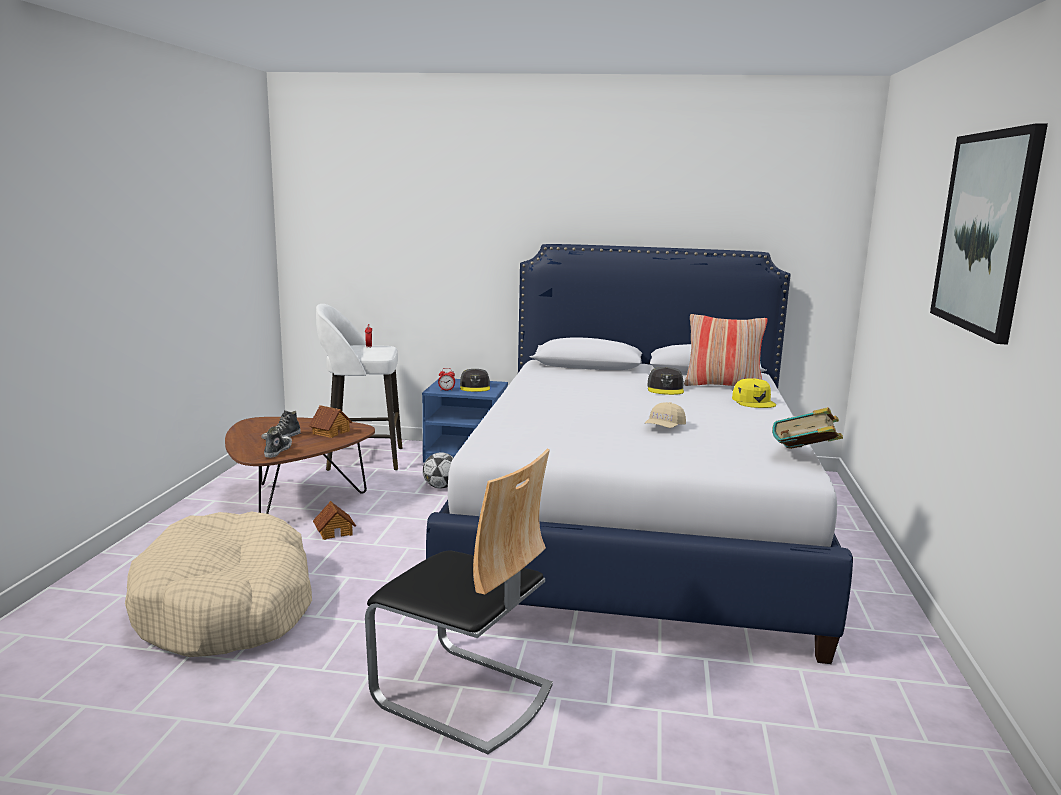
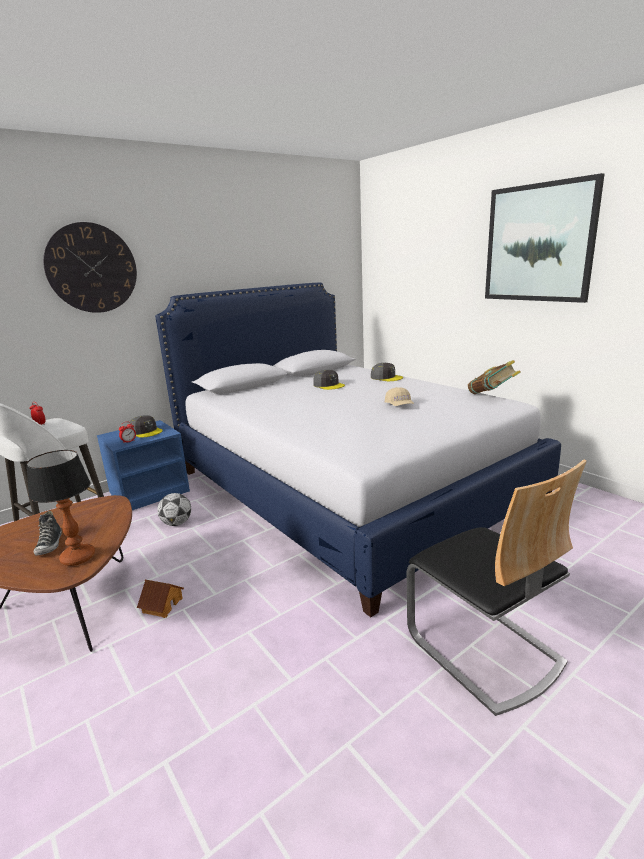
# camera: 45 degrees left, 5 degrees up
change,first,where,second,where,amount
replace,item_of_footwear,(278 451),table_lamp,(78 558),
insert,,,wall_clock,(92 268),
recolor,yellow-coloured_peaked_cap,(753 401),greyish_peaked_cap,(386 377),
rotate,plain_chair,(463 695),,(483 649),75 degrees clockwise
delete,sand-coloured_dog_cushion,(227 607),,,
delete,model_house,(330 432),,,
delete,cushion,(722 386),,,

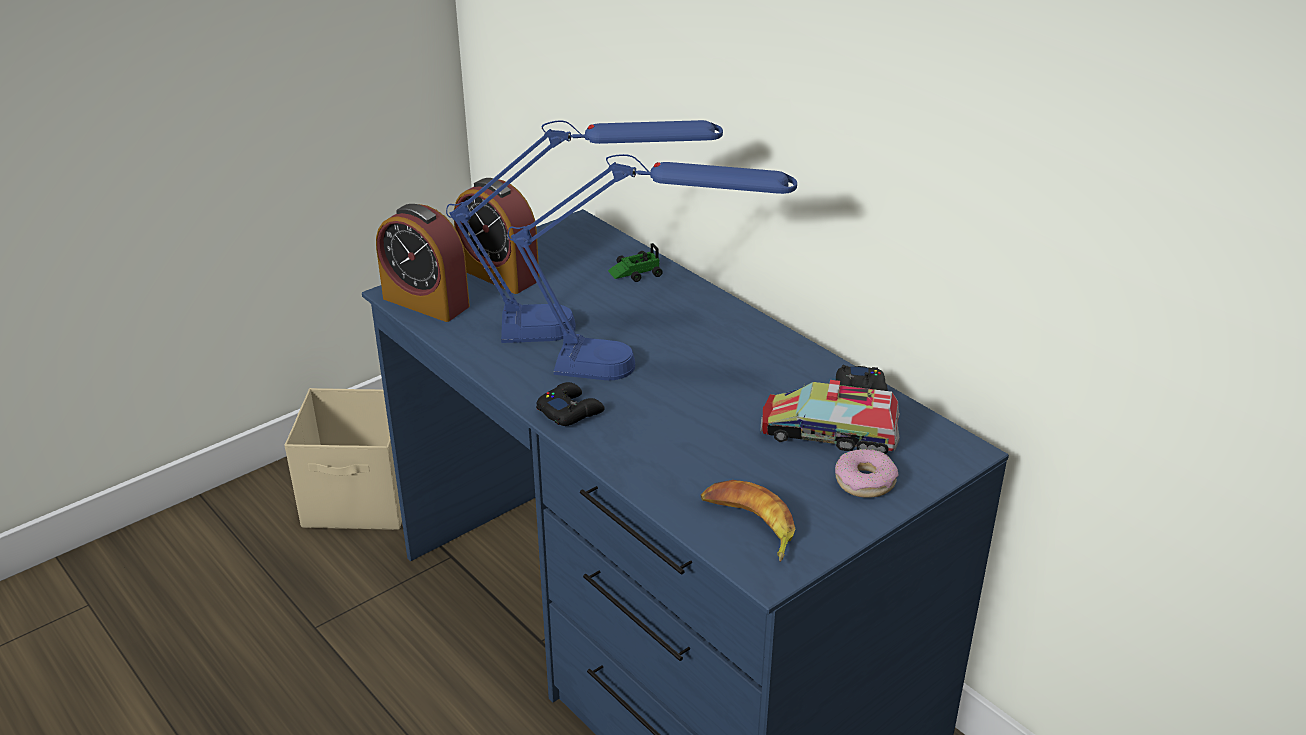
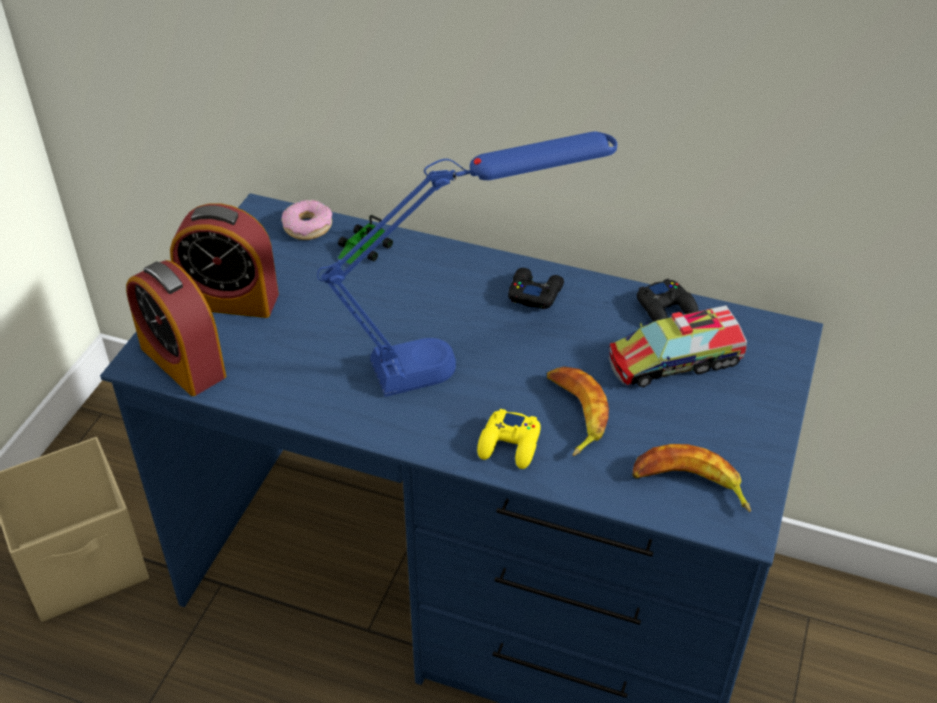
# camera: 30 degrees left, 10 degrees up
change,first,where,second,where,amount
rotate,alarm_clock,(426 302),,(183 361),45 degrees clockwise
move,doughnut,(865 481),,(308 227),
insert,,,yellow-coloured_game_controller,(510 445),
move,black_game_controller,(570 411),,(534 293),
insert,,,whole_banana,(574 414),
delete,blue_table_lamp,(588 326),,,

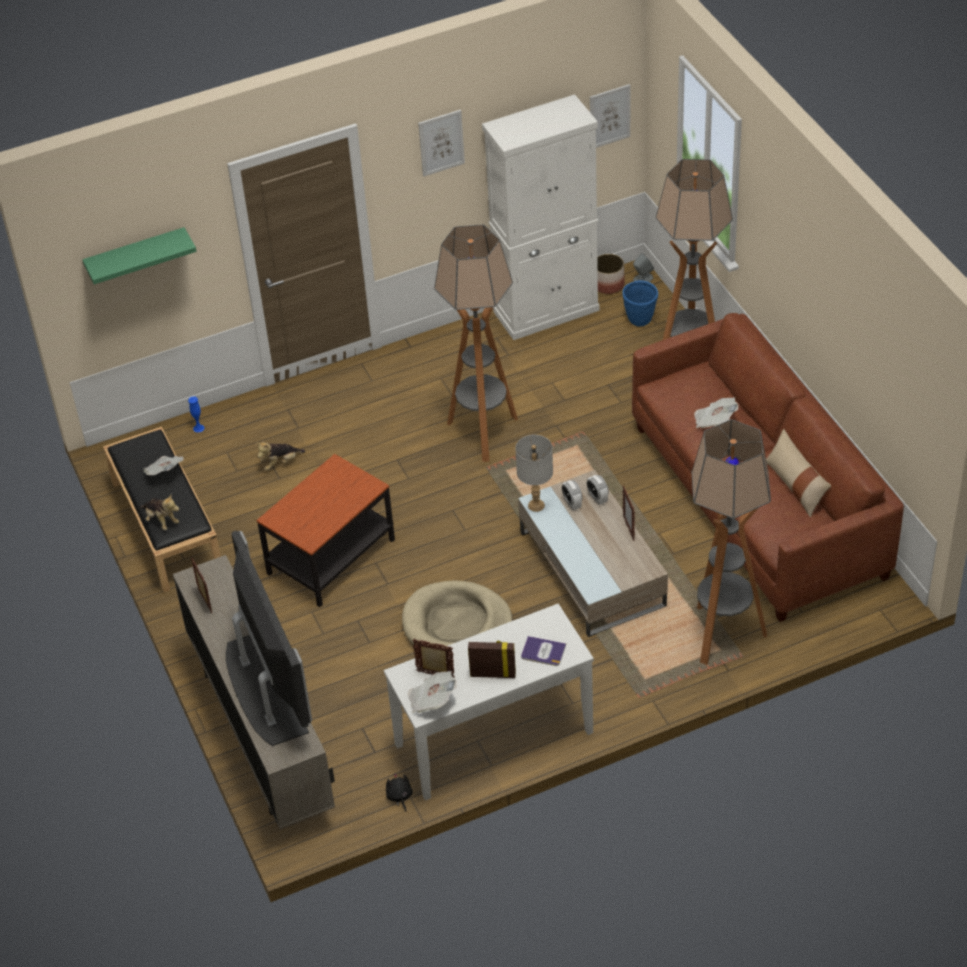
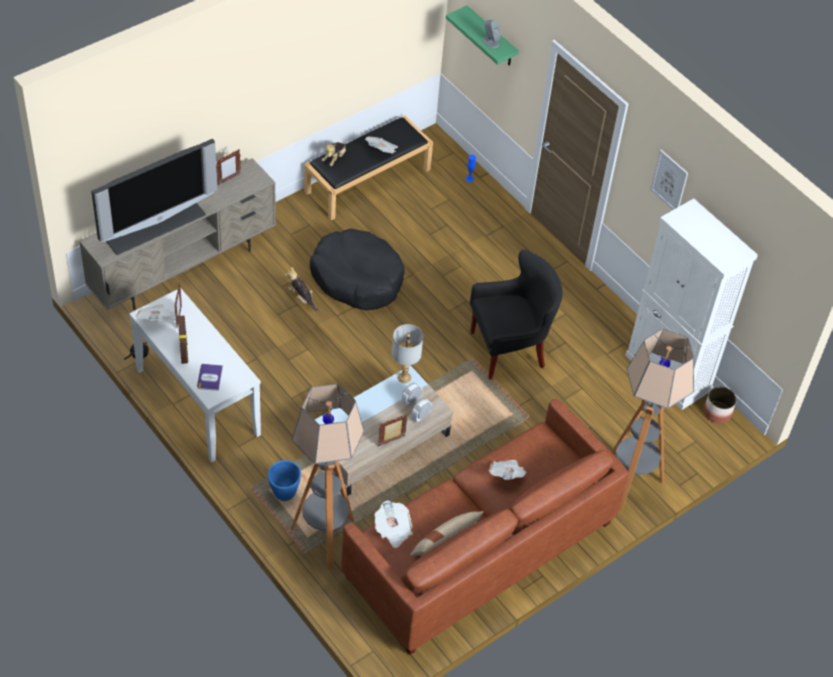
# camera: 70 degrees right, 5 degrees up
change,first,where,second,where,amount
move,blue_planter,(640 320),,(284 493),
move,cuddly_toy,(280 463),,(301 298),
replace,end_table,(331 556),black_dog_cushion,(357 278),
insert,,,newspaper,(393 530),
replace,standing_lamp,(483 434),black_lounge_chair,(509 350),
move,greyish_speaker,(643 279),,(490 42),
delete,sand-coloured_dog_cushion,(457 624),,,
delete,wall_art,(609 116),,,

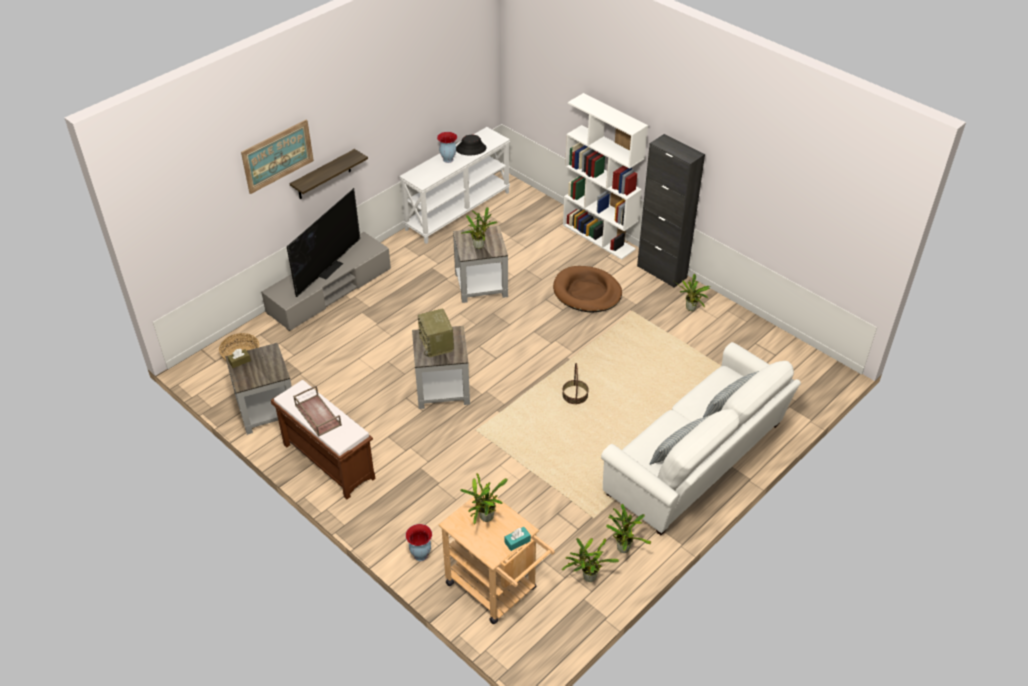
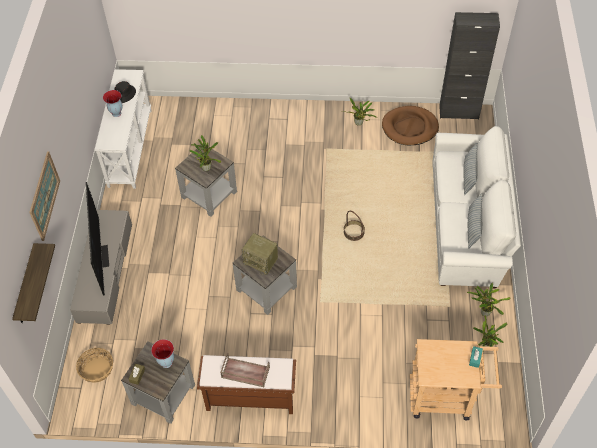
# camera: 40 degrees left, 10 degrees up
change,first,where,second,where,amount
move,bracket_shelf,(324 175),,(26 286),
move,decorative_vase,(420 555),,(166 363),
move,brown_dog_cushion,(587 292),,(410 127),
move,black_storage_cabinet,(661 272),,(459 112),
delete,plant_in_a_pot,(485 518),,,
delete,white_bookcase,(599 237),,,

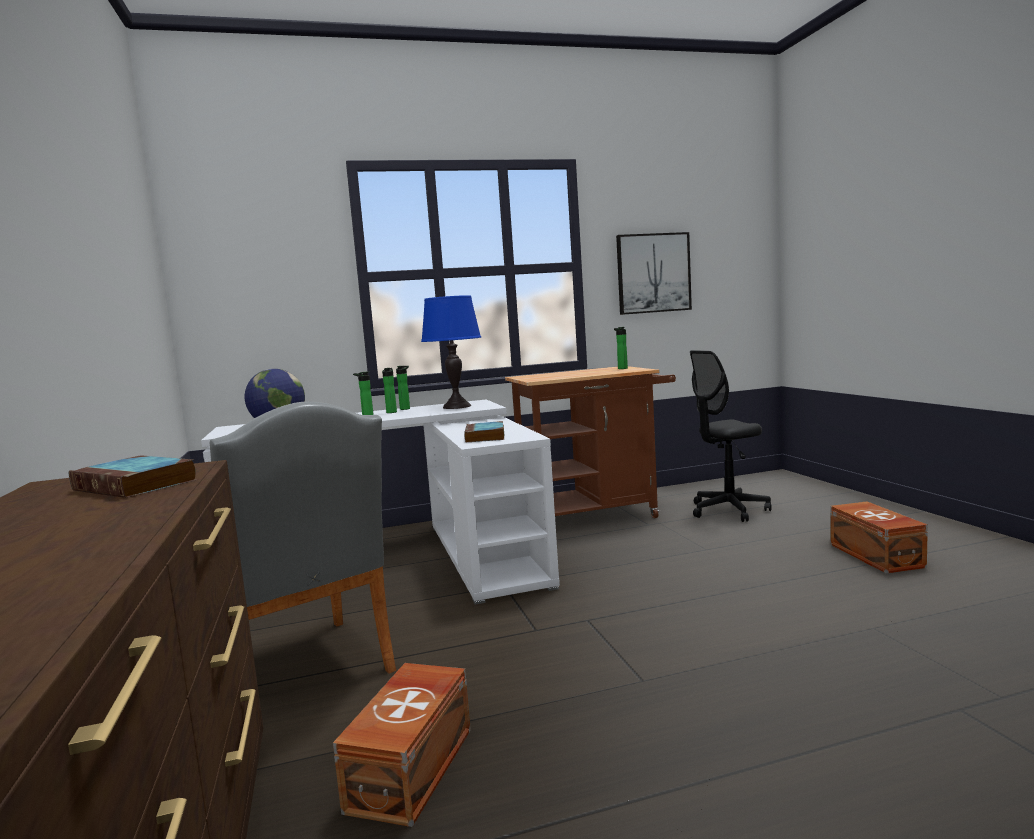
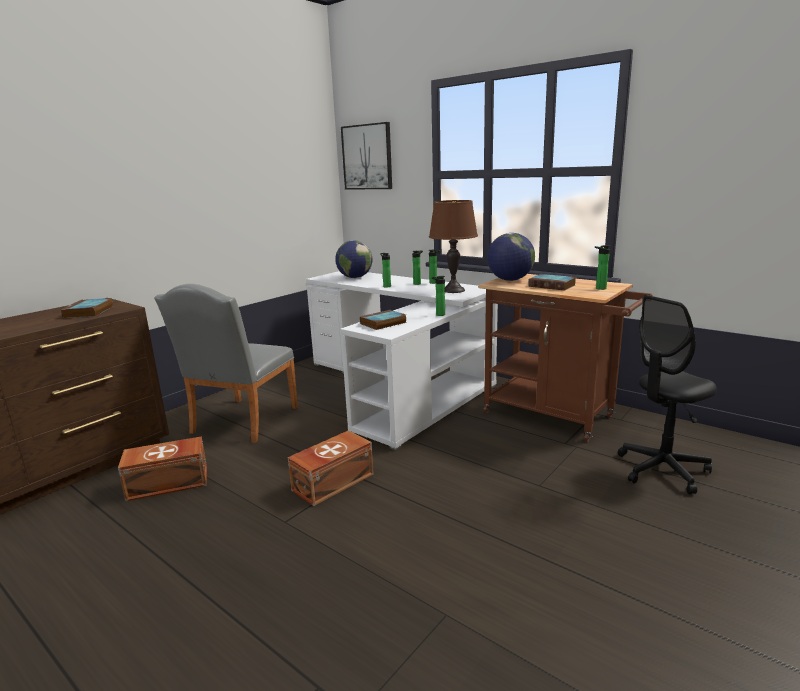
# camera: 55 degrees right, 10 degrees up
change,first,where,second,where,amount
move,brown_storage_box,(875 556),,(331 482),
move,wall_art,(653 273),,(367 157),
recolor,blue_table_lamp,(456 406),brown_table_lamp,(453 290),
insert,,,bottle,(439 315),
insert,,,globe,(510 280),
insert,,,bound_book,(553 286),
rotate,black_desk_chair,(728 510),,(662 470),60 degrees counterclockwise

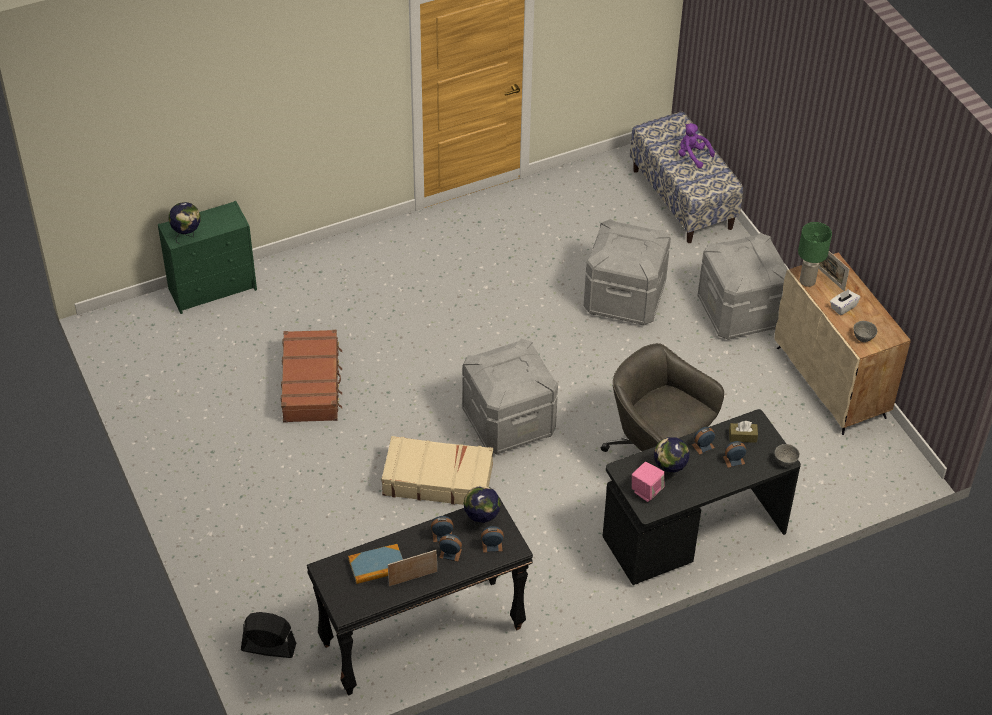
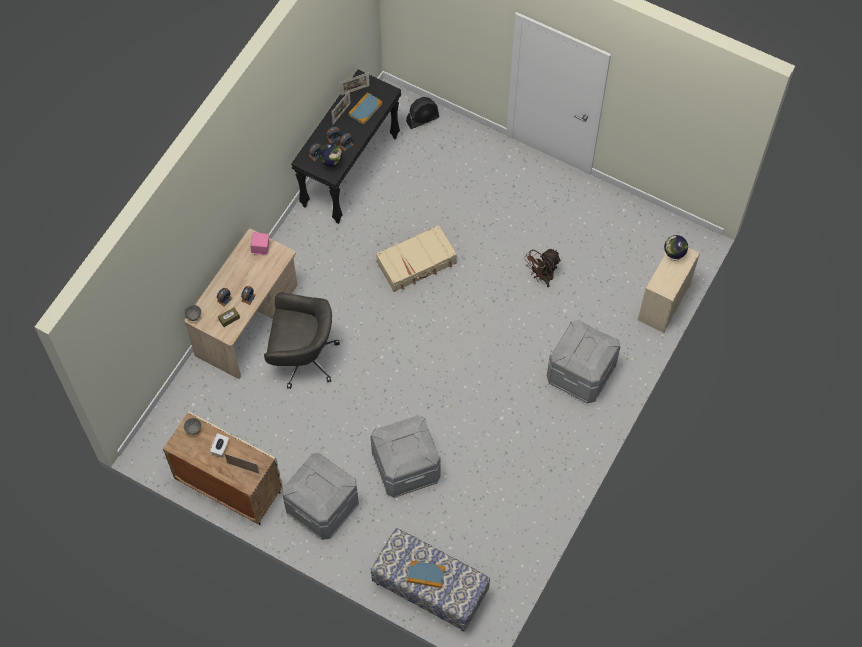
# camera: 145 degrees right, 15 degrees up
change,first,where,second,where,amount
recolor,black_desk_unit,(693 533),sand-coloured_desk_unit,(247 320),
insert,,,picture_frame,(355 90),
replace,purple_cuddly_toy,(692 156),bound_book,(426 575),
replace,brown_suitcase,(312 384),brown_electric_fan,(542 277),
move,greyish_storage_box,(509 422),,(580 374),
recolor,green_drawer_chest,(213 289),sand-coloured_drawer_chest,(663 303),
delete,globe,(669 472),,,
delete,green_table_lamp,(807 281),,,

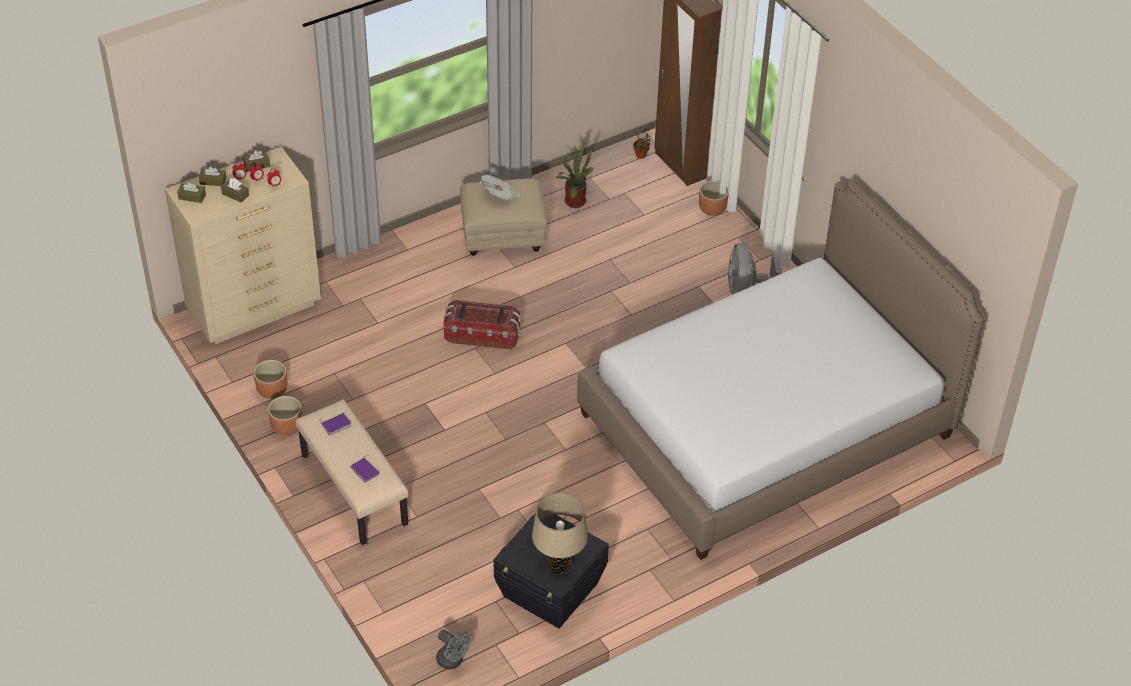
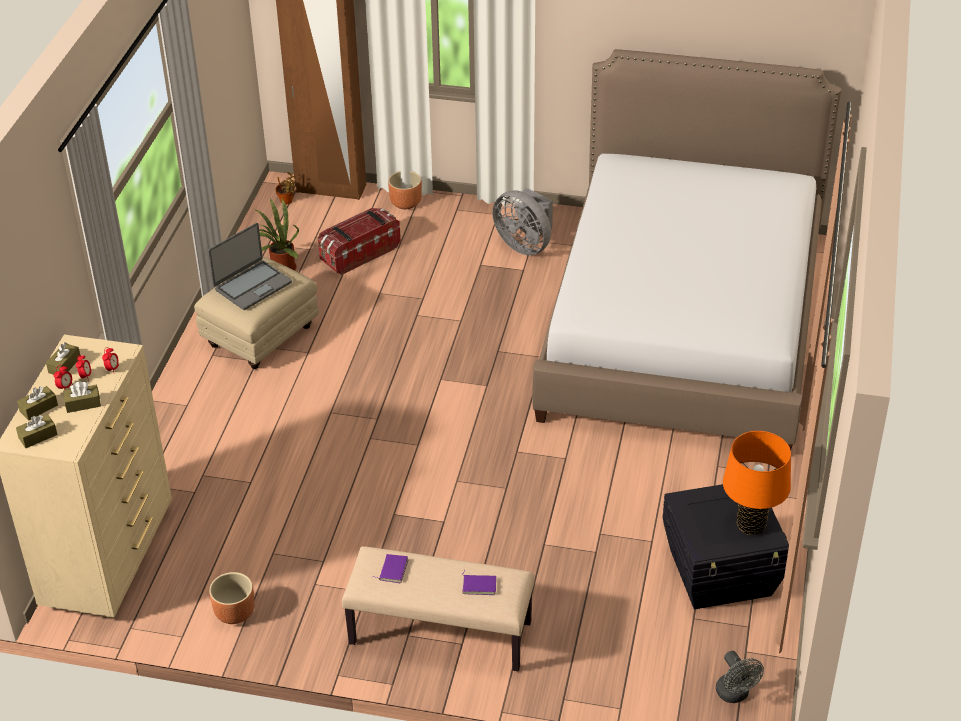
# camera: 45 degrees left, 5 degrees down
change,first,where,second,where,amount
replace,newspaper,(500 195),notebook_computer,(252 286),
move,storage_box,(482 335),,(359 253),
rotate,greyish_electric_fan,(453 661),,(735 695),75 degrees clockwise
recolor,sand-coloured_table_lamp,(559 566),orange-coloured_table_lamp,(751 525),
delete,brown_planter,(287 427),,,

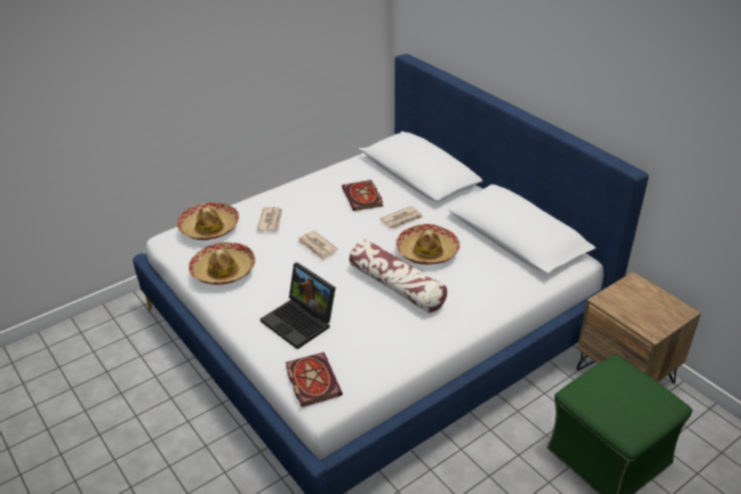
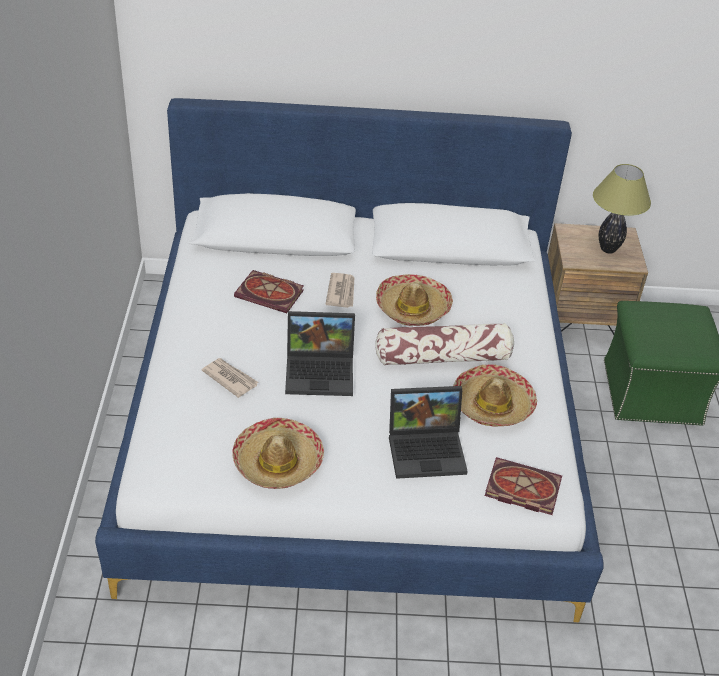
# camera: 55 degrees left, 5 degrees up
change,first,where,second,where,amount
replace,newspaper,(317 247),notebook_computer,(321 371),
move,clothing_hat,(209 228),,(492 404),
insert,,,table_lamp,(608 249),

